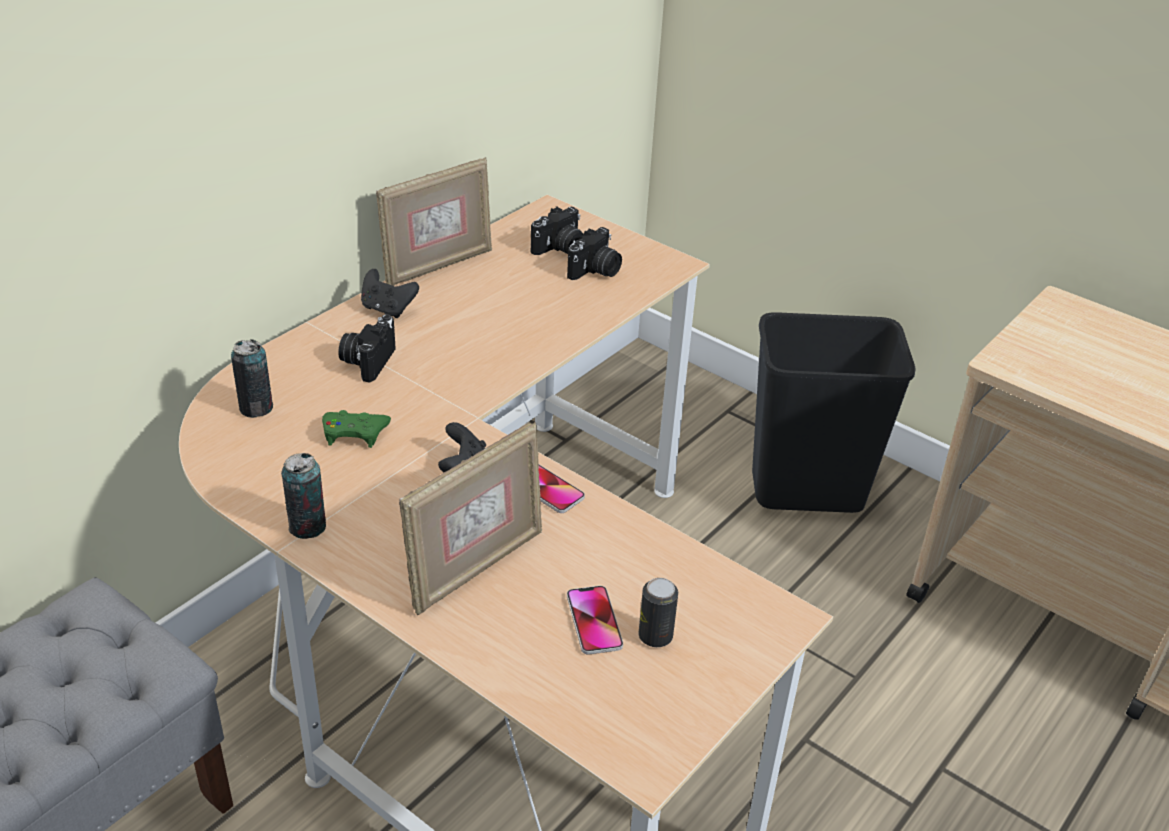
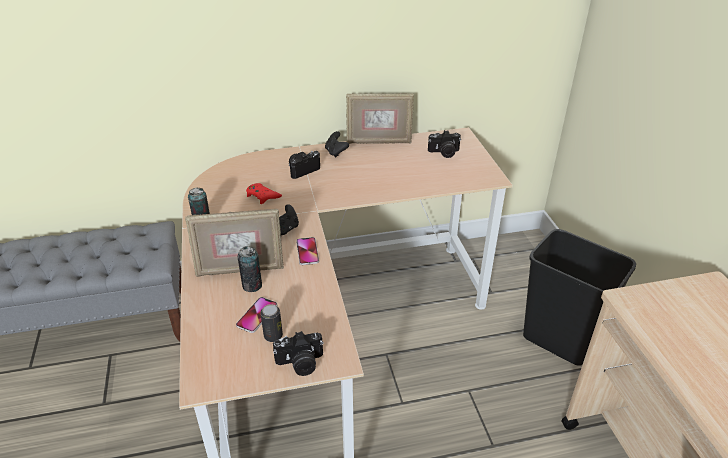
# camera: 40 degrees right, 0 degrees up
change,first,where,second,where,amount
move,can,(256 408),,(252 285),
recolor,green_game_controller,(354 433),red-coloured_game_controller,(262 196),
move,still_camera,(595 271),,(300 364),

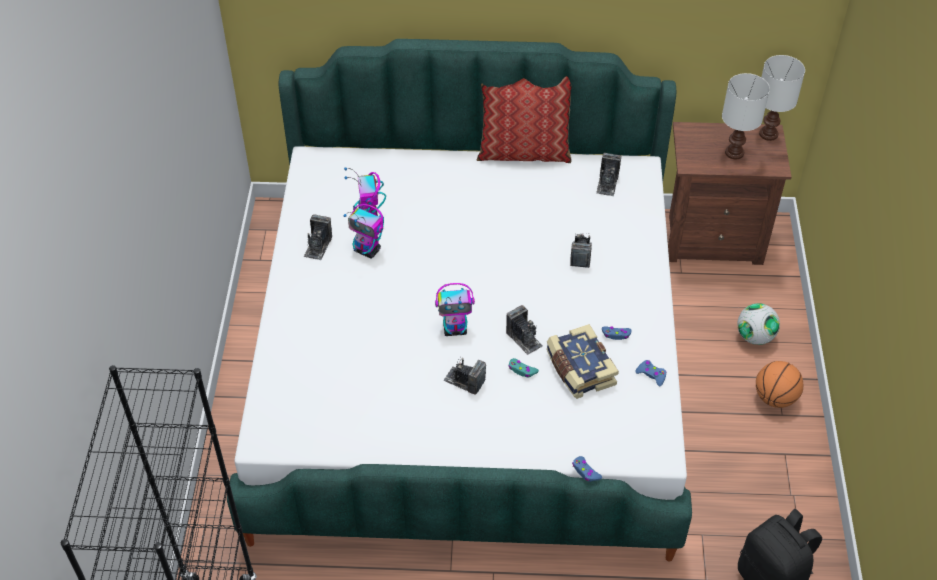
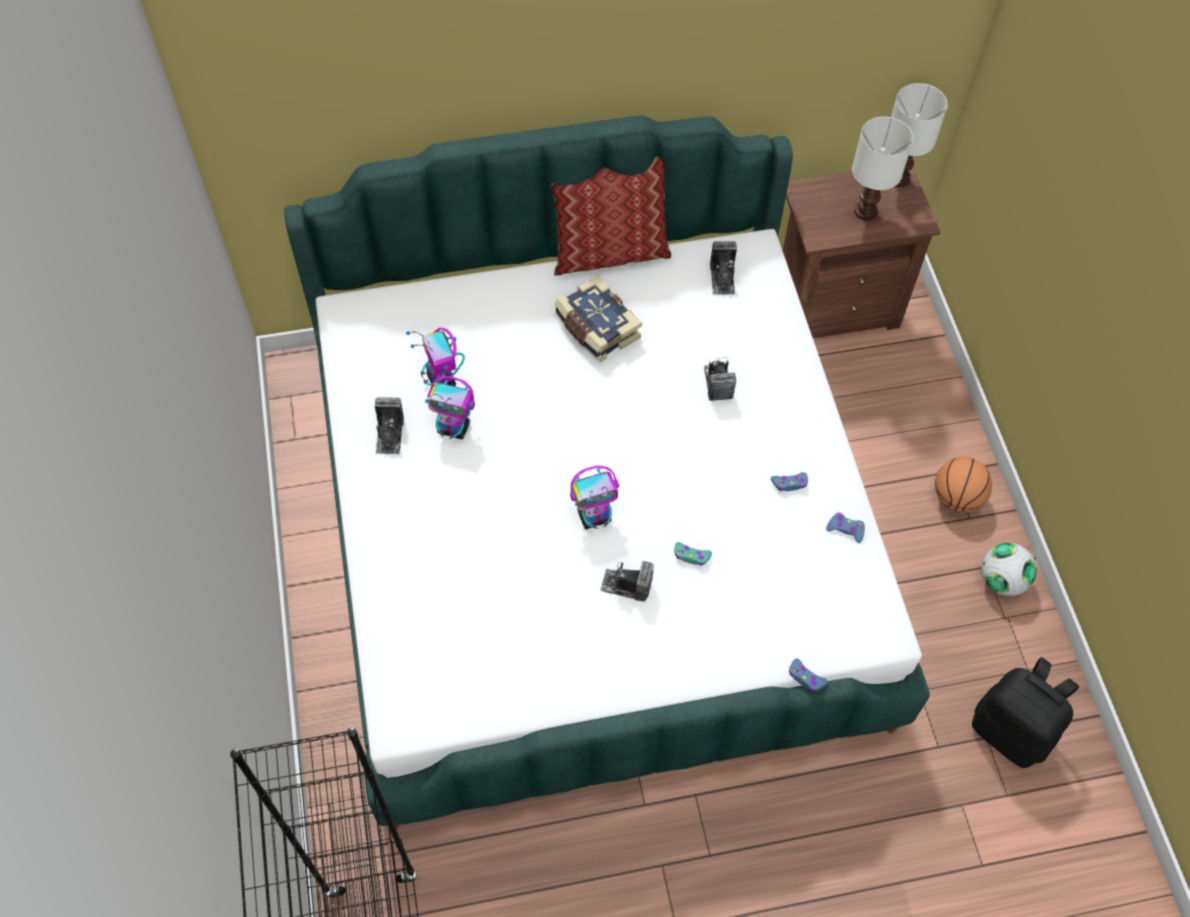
# camera: 15 degrees left, 10 degrees up
change,first,where,second,where,amount
move,bound_book,(579 369),,(596 328),
move,football,(755 337),,(1001 580),
delete,still_camera,(524 339),,,

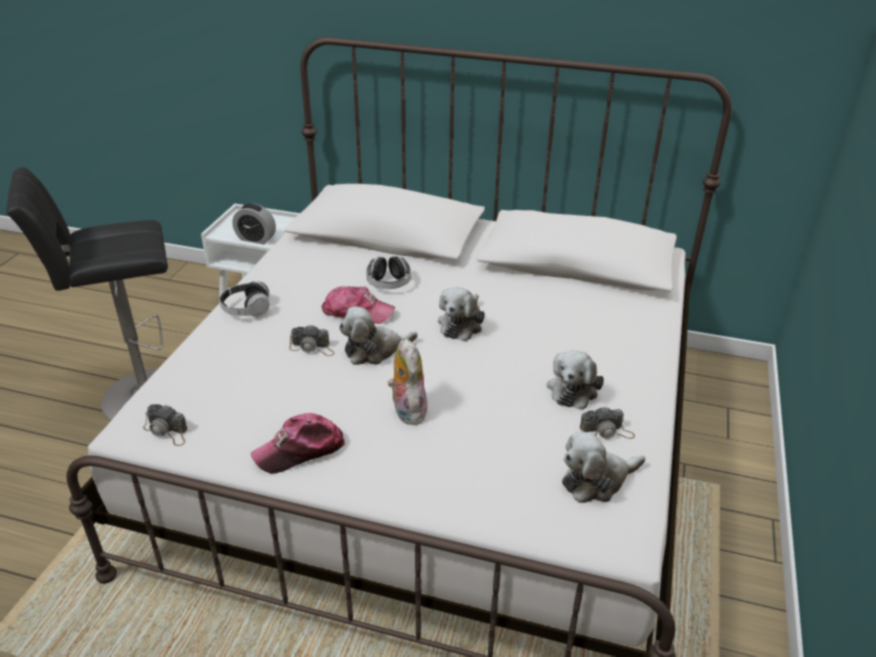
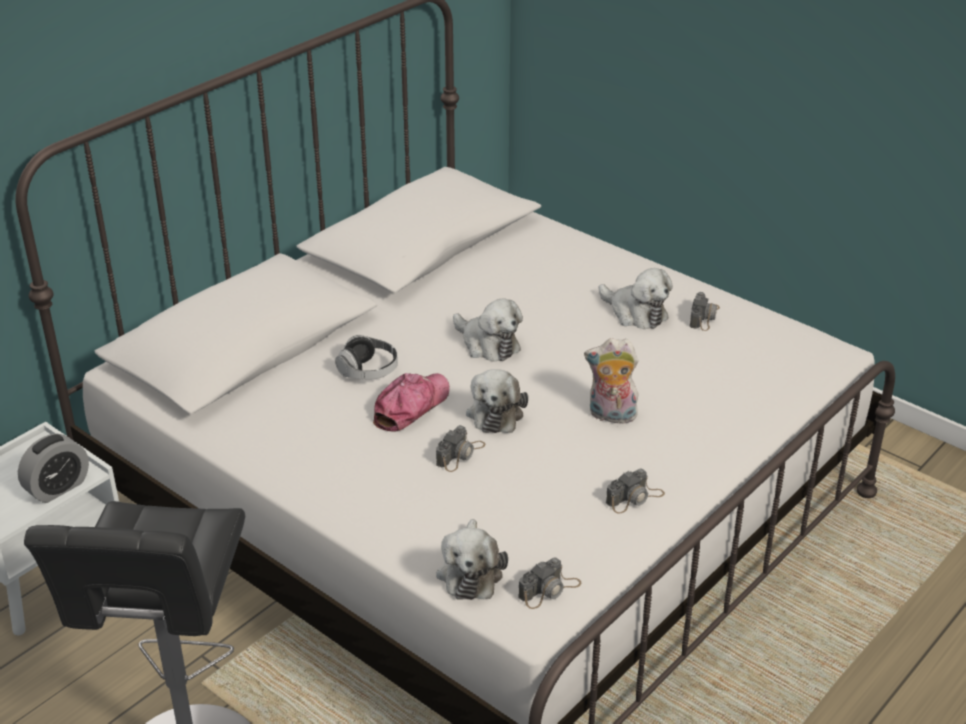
# camera: 65 degrees left, 0 degrees up
change,first,where,second,where,amount
move,cuddly_toy,(597 480),,(470 572),
replace,peaked_cap,(300 450),still_camera,(635 498),
delete,pair_of_headphones,(246 309),,,

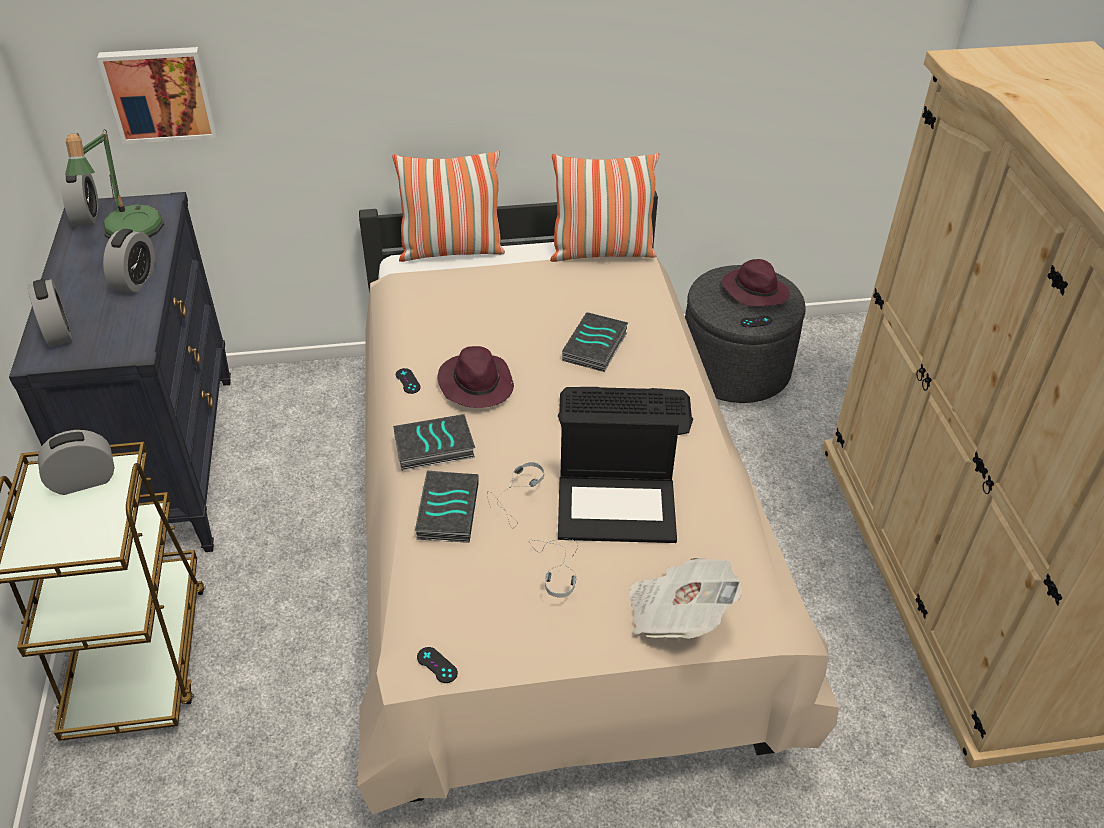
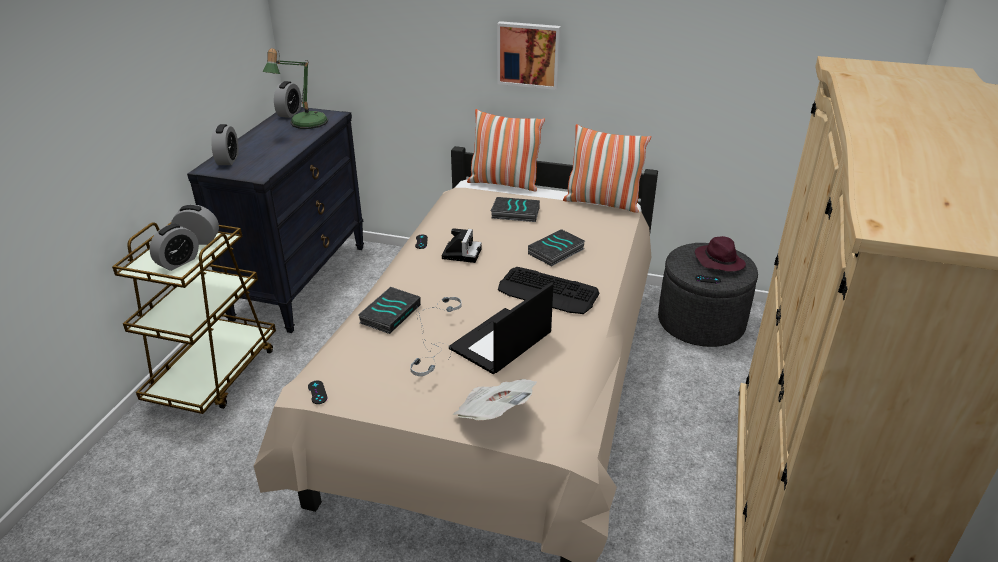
# camera: 25 degrees right, 10 degrees down
change,first,where,second,where,amount
move,alarm_clock,(135 280),,(178 262),
replace,purple_clothing_hat,(475 384),still_camera,(461 253),
rotate,notebook_computer,(618 508),,(501 342),105 degrees clockwise
move,bound_book,(433 448),,(515 213),
move,wall_art,(160 93),,(529 54),

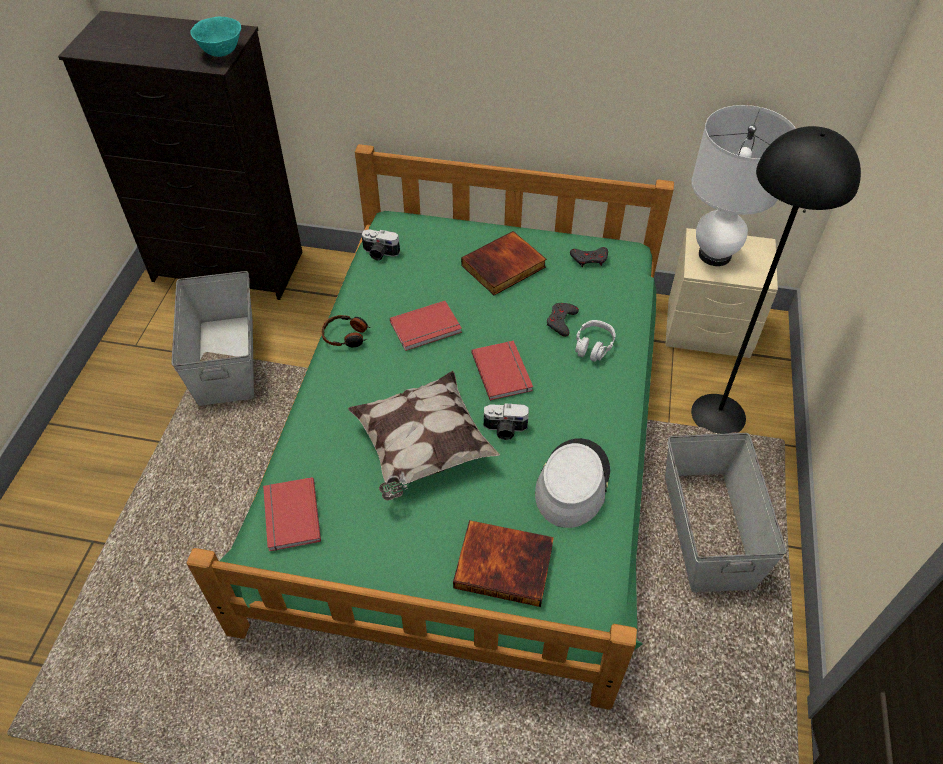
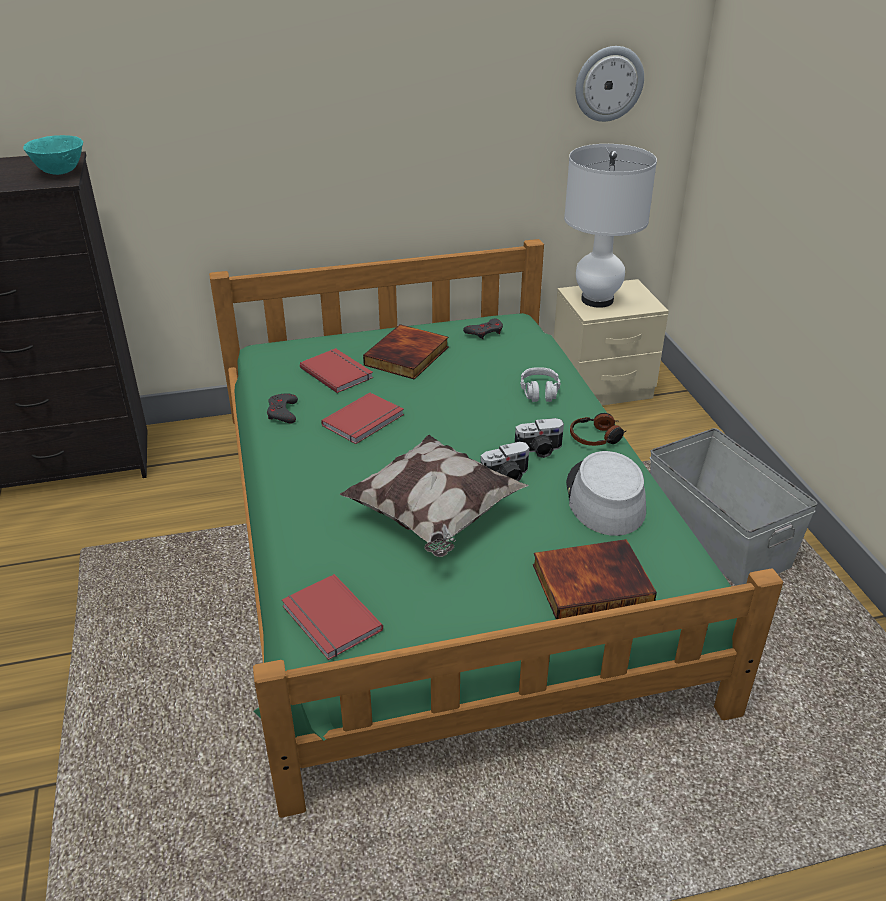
# camera: 25 degrees left, 15 degrees down
change,first,where,second,where,amount
move,greyish_game_controller,(561 321),,(282 412),
move,red-coloured_bound_book,(503 371),,(338 372),
move,still_camera,(380 253),,(539 450),
move,pair_of_headphones,(346 336),,(596 437),
insert,,,wall_clock,(608 83),
delete,greyish_storage_box,(227 359),,,
delete,black_standing_lamp,(719 414),,,

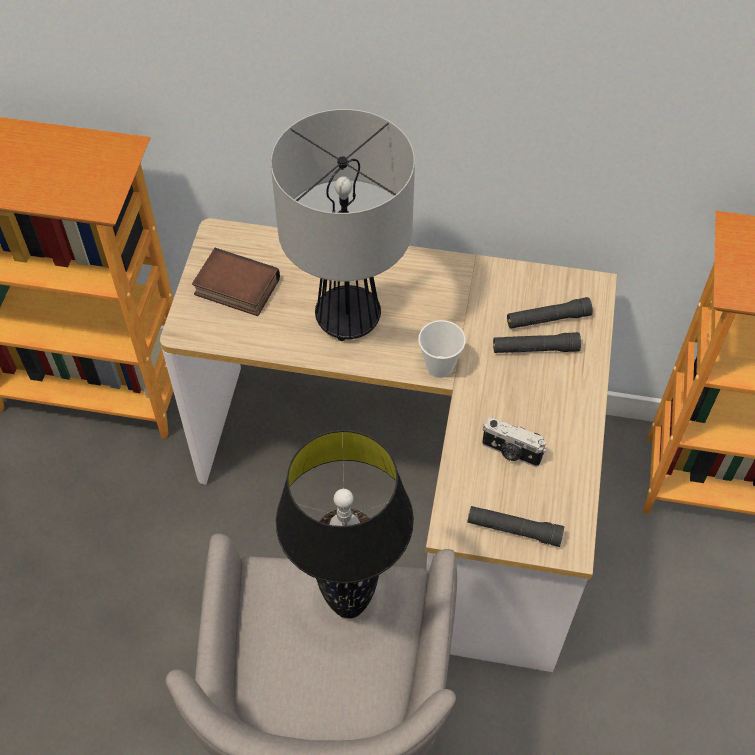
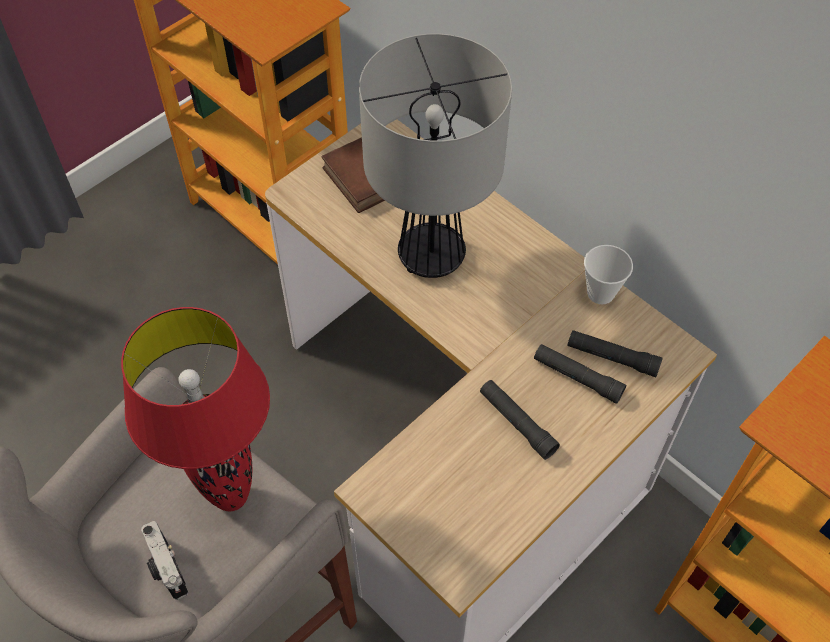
# camera: 35 degrees right, 0 degrees up
change,first,where,second,where,amount
recolor,black_table_lamp,(350 604),red-coloured_table_lamp,(232 497),
move,still_camera,(511 452),,(166 569),
move,black_flashlight,(514 530),,(517 423),
move,small_cup,(439 366),,(600 293),

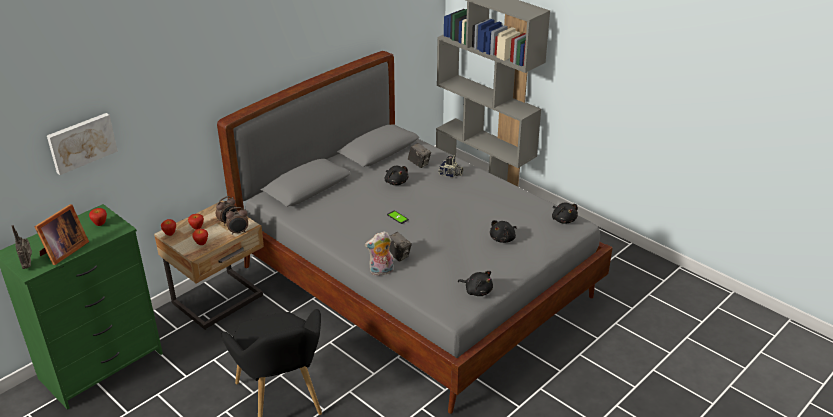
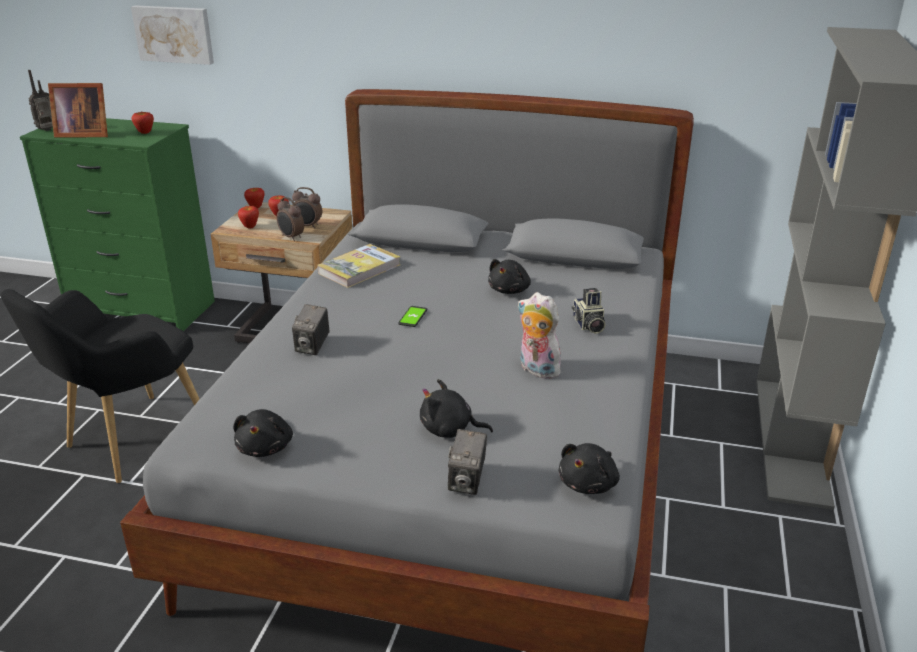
# camera: 60 degrees right, 5 degrees down
change,first,where,second,where,amount
insert,,,bound_book,(359 269),
move,still_camera,(419 164),,(467 481),
move,cuddly_toy,(381 271),,(536 370),

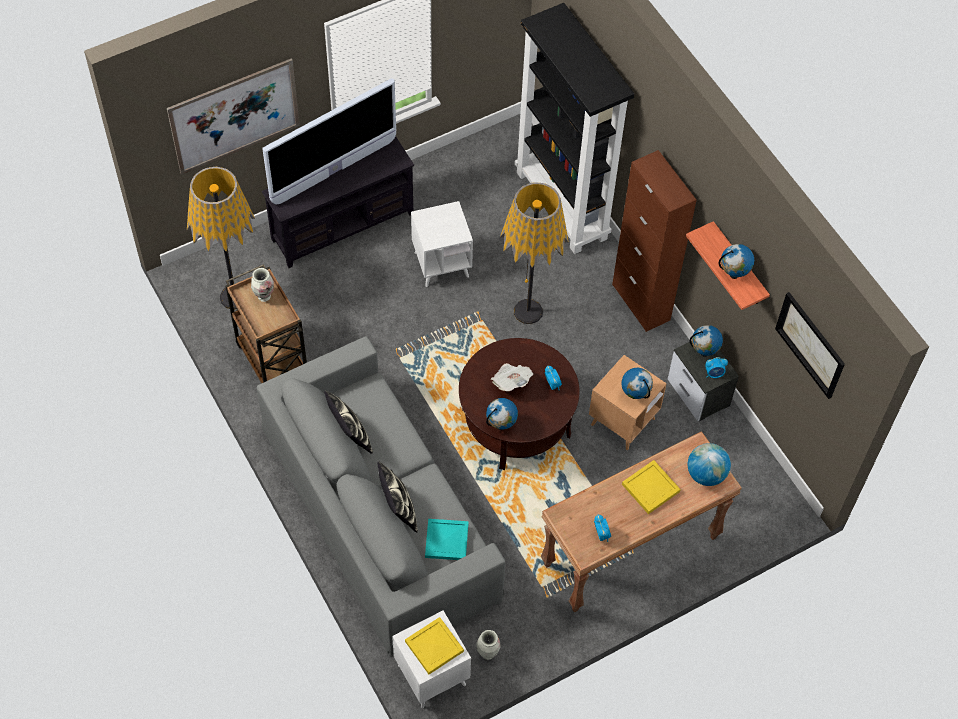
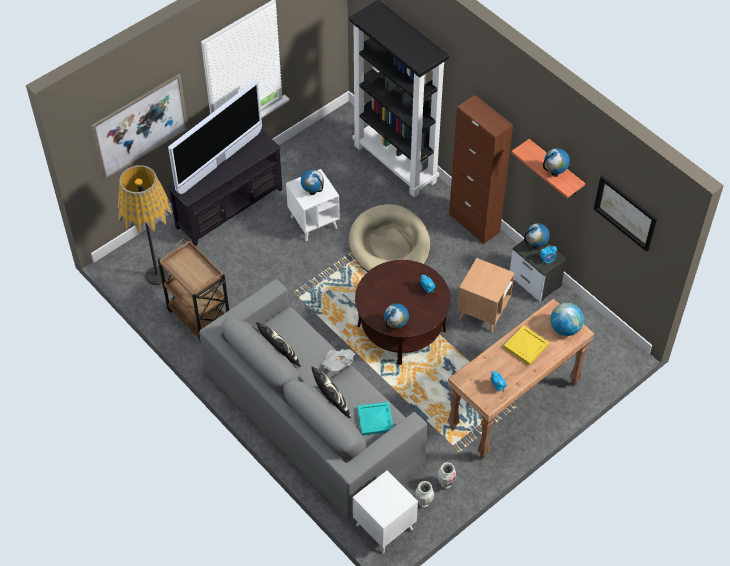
# camera: 10 degrees left, 5 degrees down
change,first,where,second,where,amount
move,globe,(635 394),,(312 192),
move,newspaper,(511 381),,(338 363),
replace,standing_lamp,(528 312),sand-coloured_dog_cushion,(389 245),
move,decorative_vase,(264 296),,(446 484),
delete,yellow-coloured_tray,(434 647),,,

